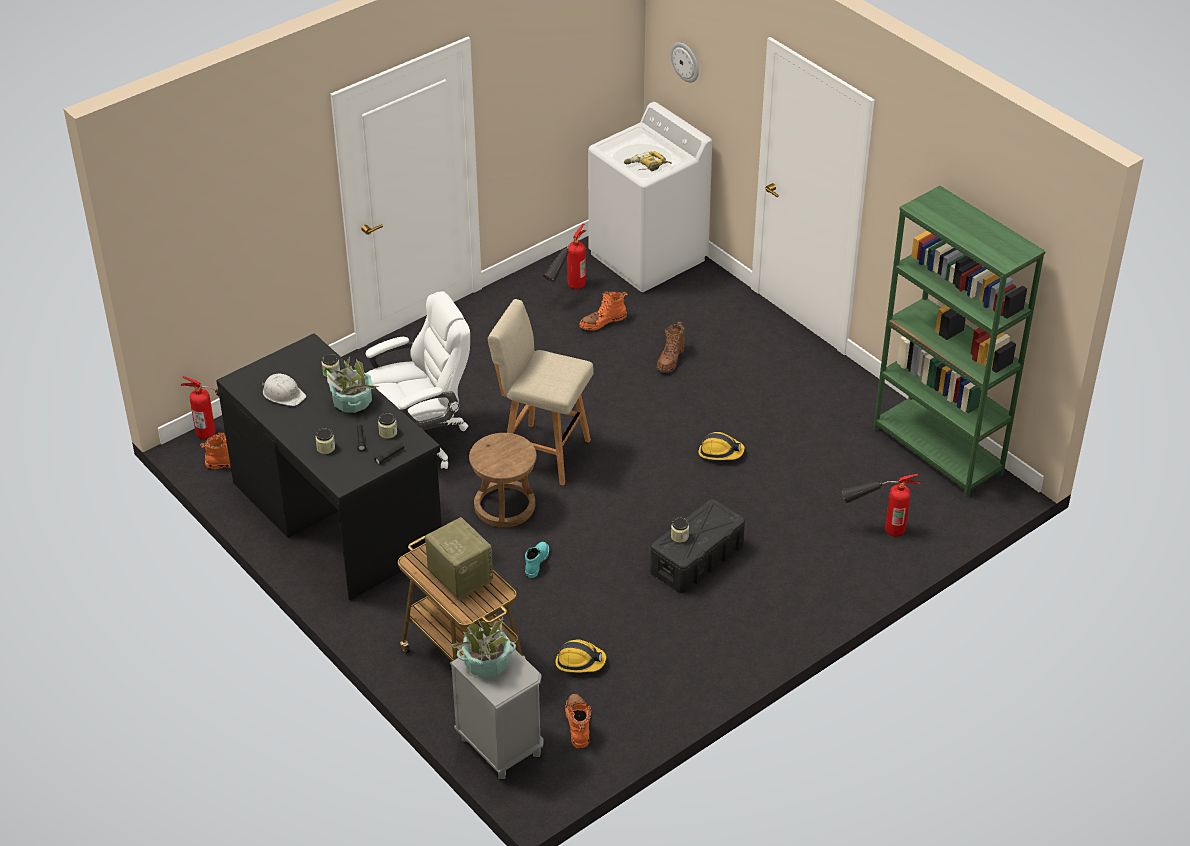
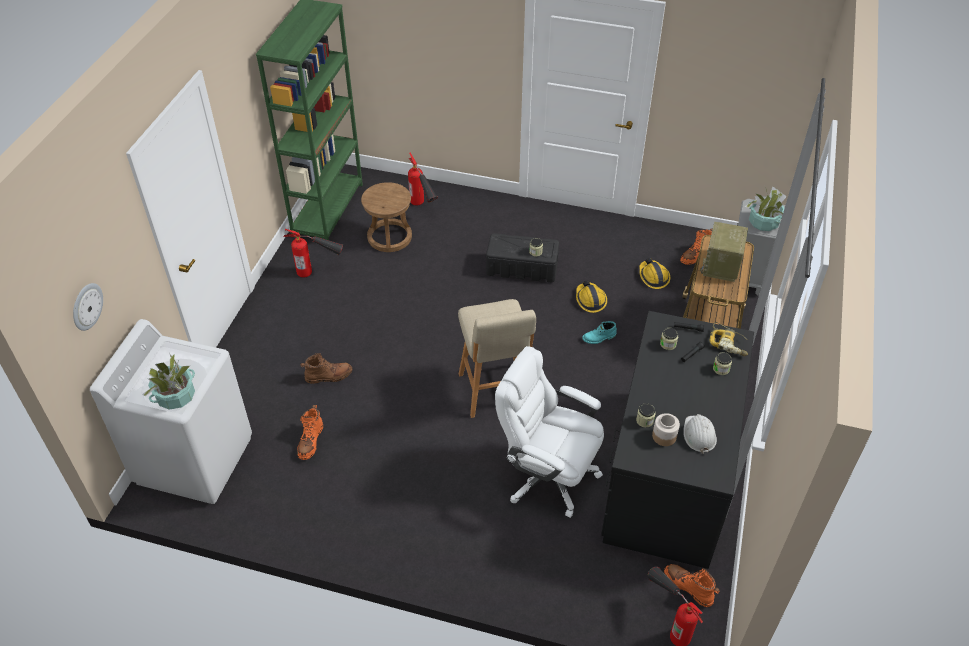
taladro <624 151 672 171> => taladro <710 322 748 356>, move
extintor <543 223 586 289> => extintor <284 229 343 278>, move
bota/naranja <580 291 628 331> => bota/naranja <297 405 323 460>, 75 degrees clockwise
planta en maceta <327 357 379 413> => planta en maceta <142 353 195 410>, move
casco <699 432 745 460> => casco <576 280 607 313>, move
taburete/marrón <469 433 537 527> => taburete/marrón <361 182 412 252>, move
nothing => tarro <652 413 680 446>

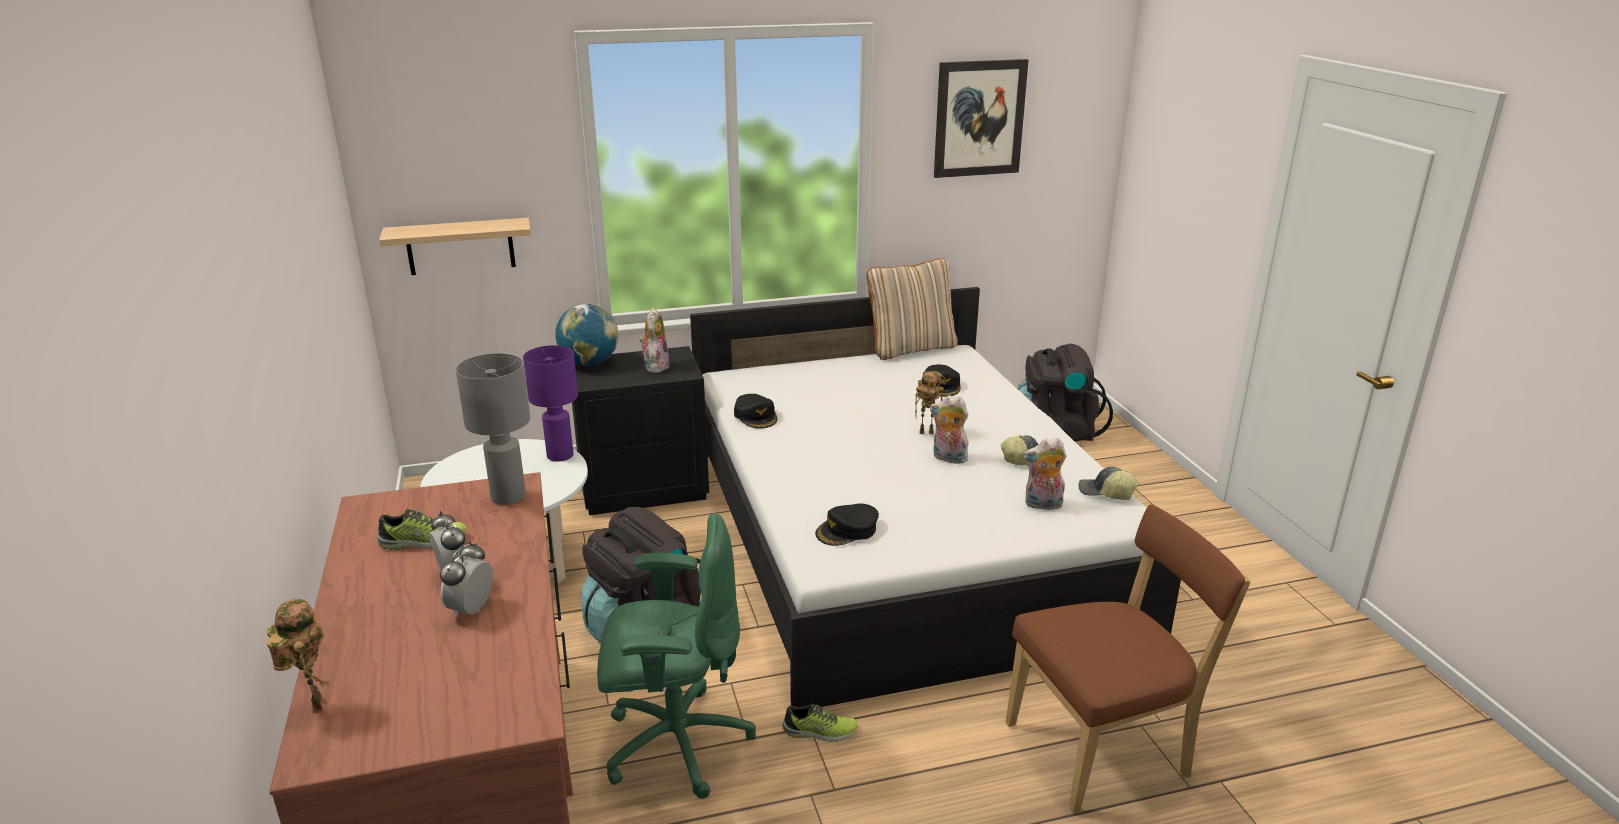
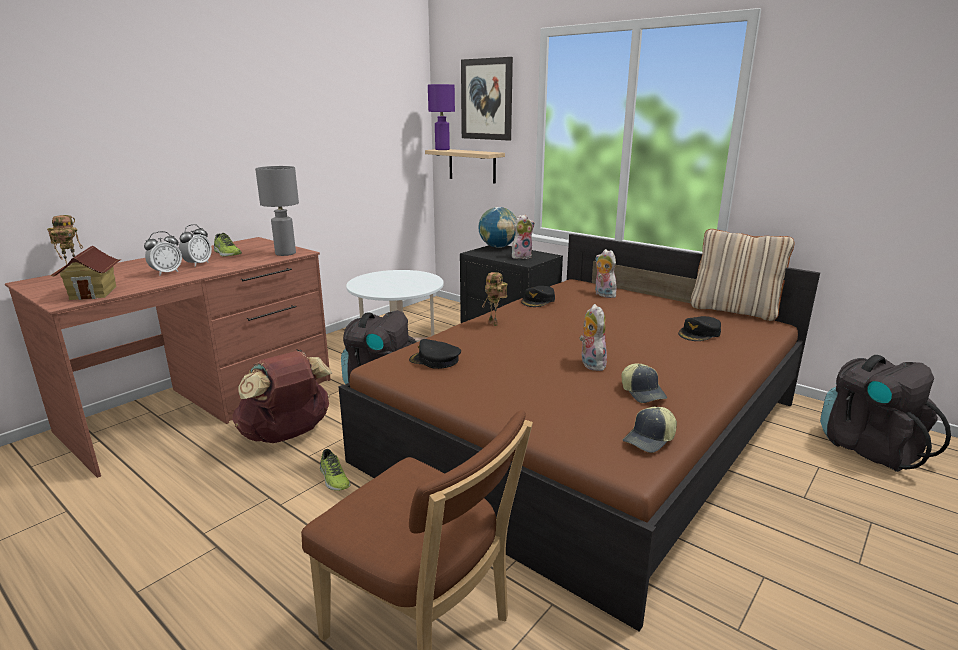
cuadro <934 59 1028 178> => cuadro <461 57 513 141>, move
cama/blanco <690 287 1181 707> => cama/marrón <338 234 820 631>
lámpara de mesa/morado <523 345 578 462> => lámpara de mesa/morado <428 84 455 150>, move
robot de juguete <915 371 945 434> => robot de juguete <482 272 507 326>, move
peluche <1023 438 1067 510> => peluche <595 249 619 298>, move
gorra <1078 467 1139 500> => gorra <623 407 677 453>, 120 degrees counterclockwise
silla de oficina/verde <597 513 756 799> => mochila/marrón <232 351 332 443>
despertador <440 542 493 618> => despertador <144 231 182 276>, 150 degrees clockwise
nothing => casita <50 246 121 300>

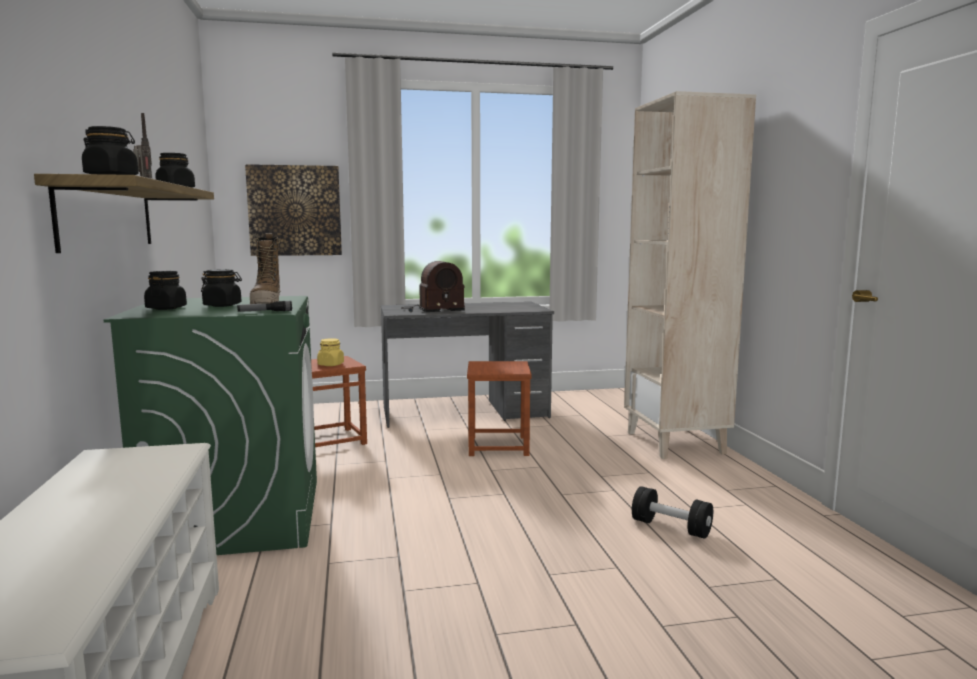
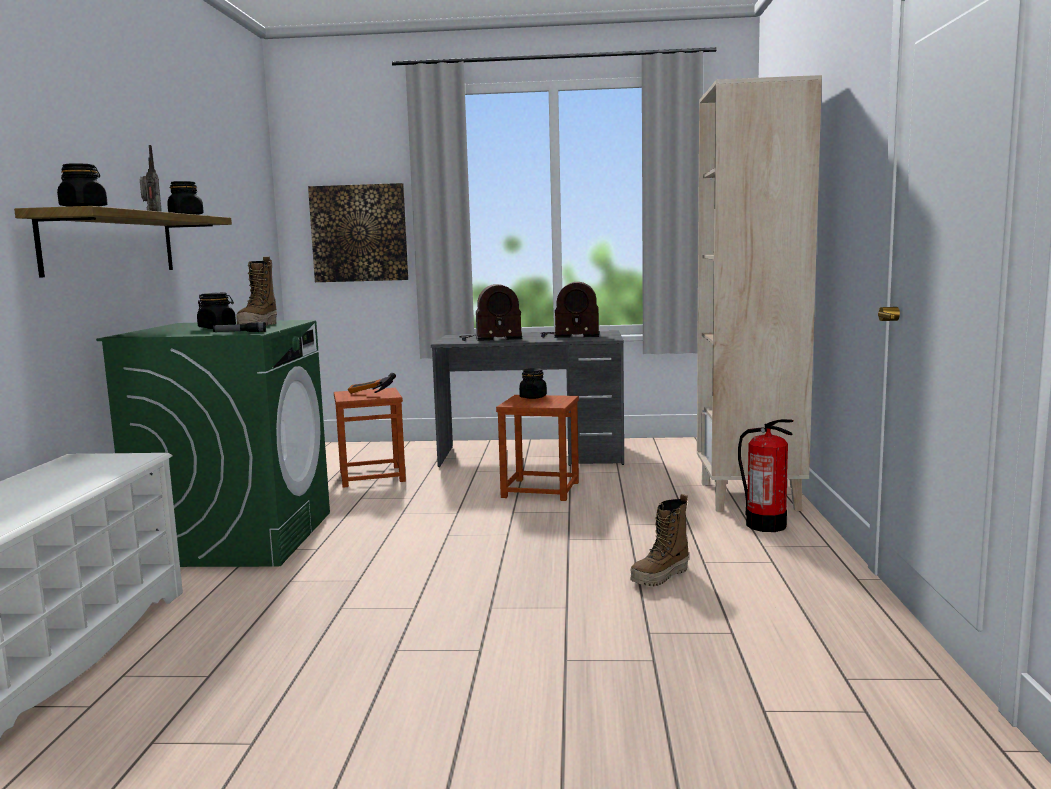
tarro/negro <144 271 187 310> => tarro/negro <519 368 547 399>, move
tarro/amarillo <317 338 344 366> => martillo <348 373 396 394>
mancuerna/negro <632 486 713 539> => bota <630 494 689 586>
nothing => radio <541 282 599 338>
nothing => extintor <738 419 793 532>

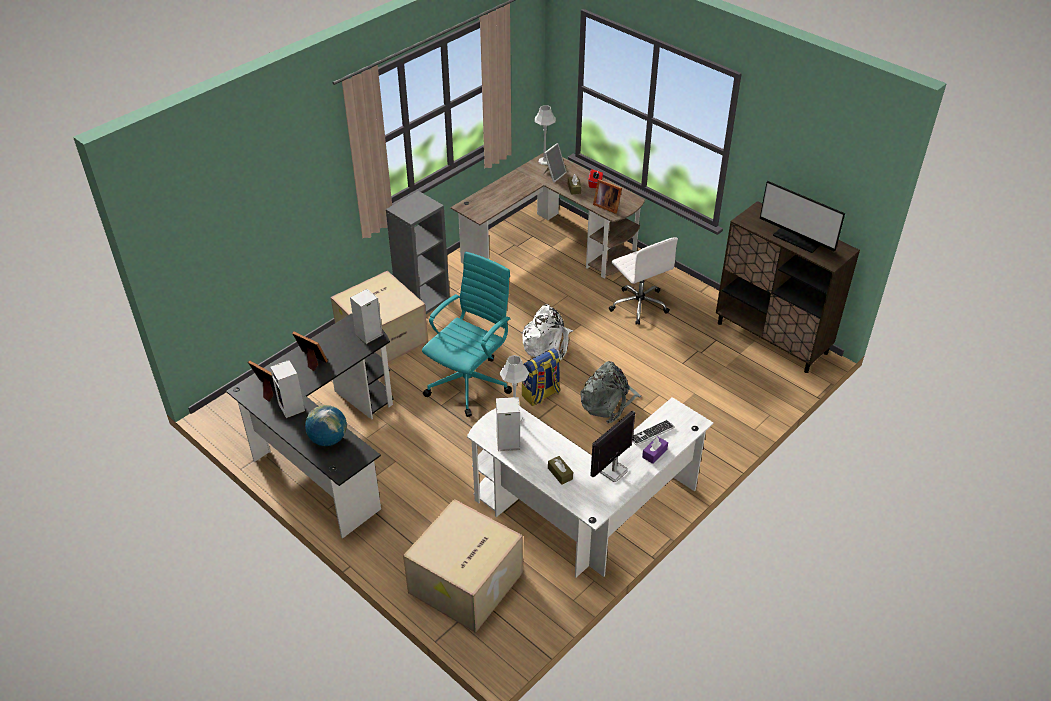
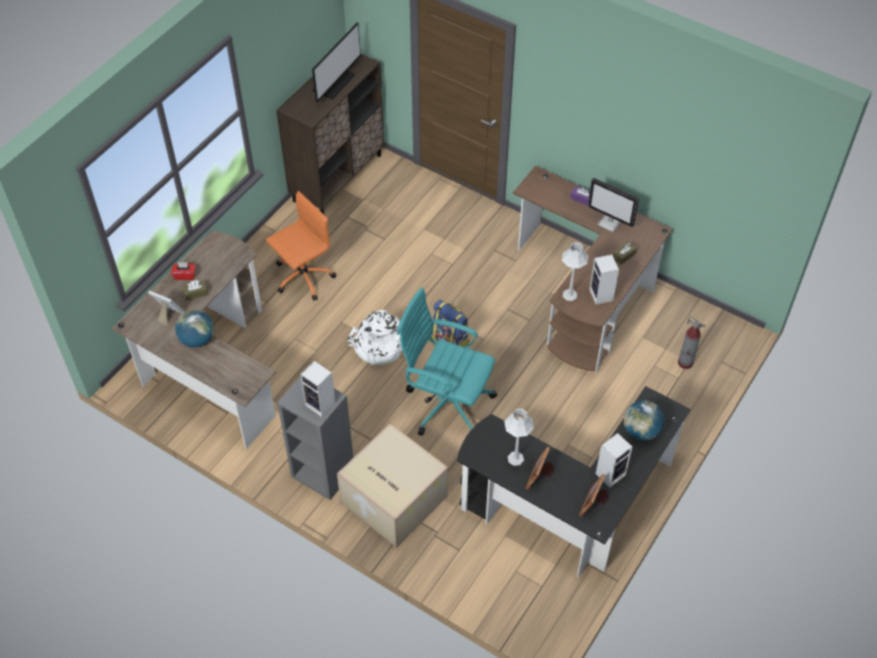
lámpara de mesa/gris <535 105 556 165> => lámpara de mesa/gris <504 409 534 466>, move
portarretratos <593 179 622 214> => nothing
silla de oficina/blanco <609 237 678 325> => silla de oficina/naranja <266 191 336 301>
altavoz <350 289 383 344> => altavoz <300 361 336 417>, move
mochila/gris <580 361 642 423> => nothing
escritorio/blanco <467 397 713 578> => escritorio/marrón <513 166 673 373>
teclado <632 420 675 446> => nothing
caja de cartón <403 499 523 633> => extintor <678 316 706 369>
nothing => globo terráqueo <175 310 214 348>

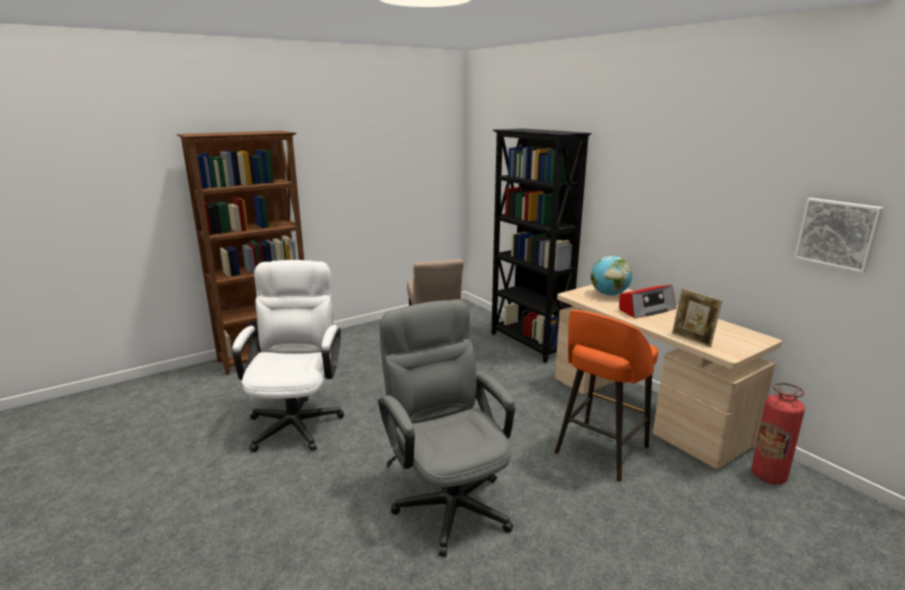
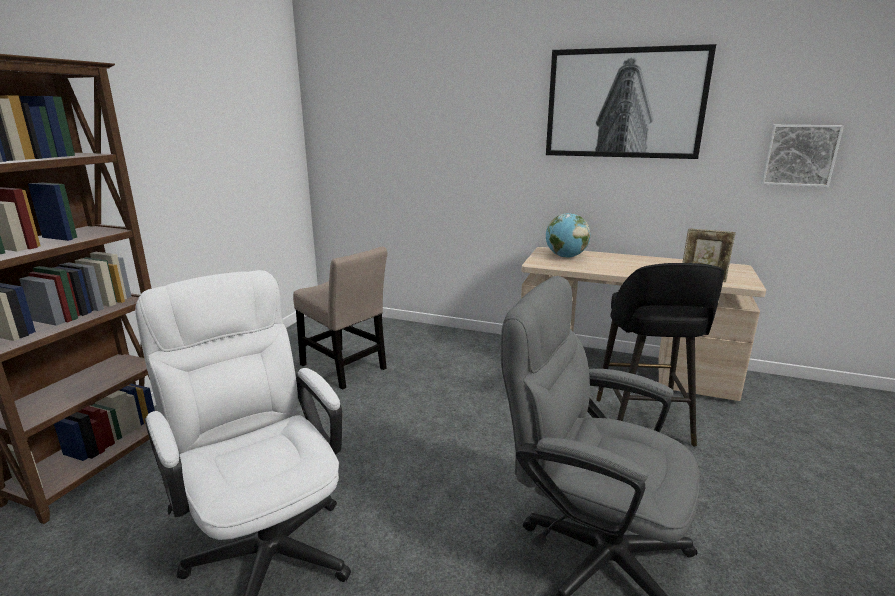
estantería/negro <491 129 591 363> => nothing
radio <619 285 676 318> => nothing
taburete/naranja <555 310 658 482> => taburete/negro <596 263 724 447>
extintor <751 382 805 484> => nothing
nothing => cuadro <546 44 716 159>

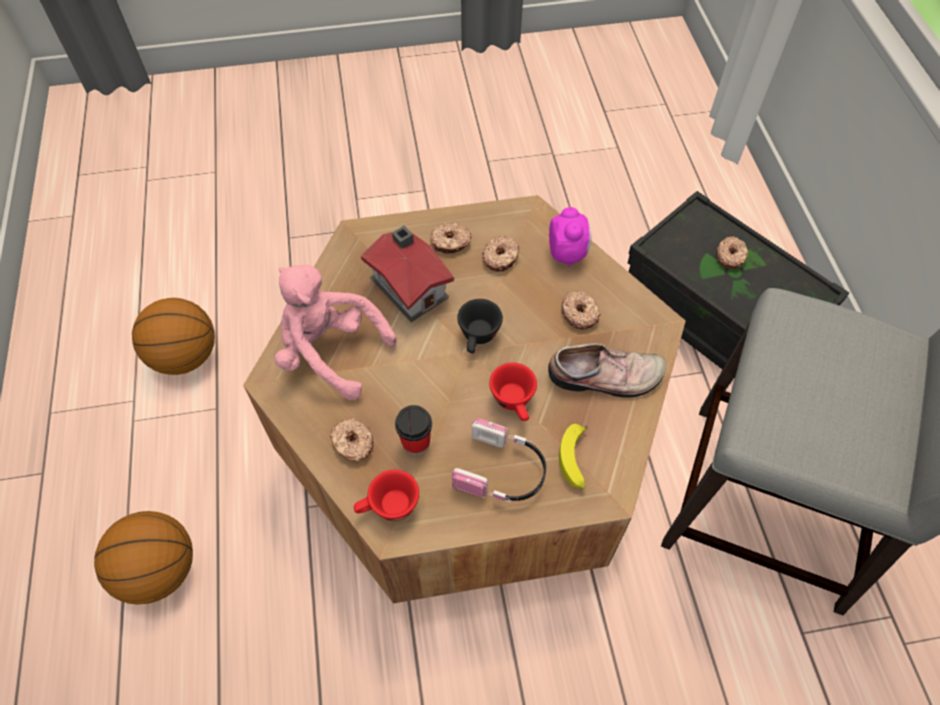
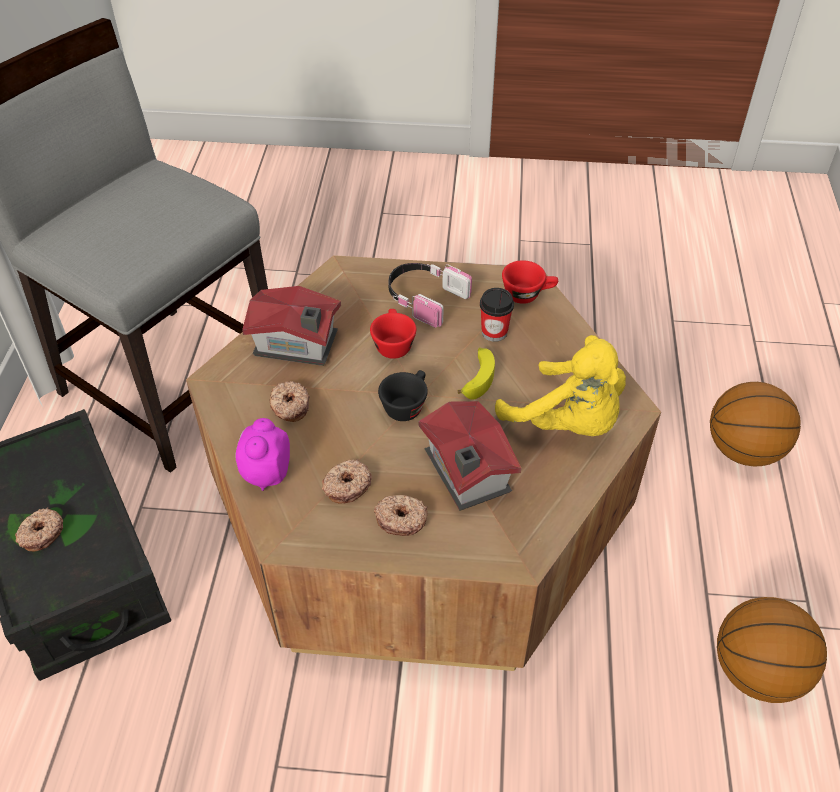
peluche/rosa <275 265 397 400> => peluche/amarillo <495 335 626 436>
zapato <548 343 666 398> => casita <242 286 341 366>
rosquilla <330 418 374 462> => nothing
plátano <559 424 588 489> => plátano <458 347 495 400>, move

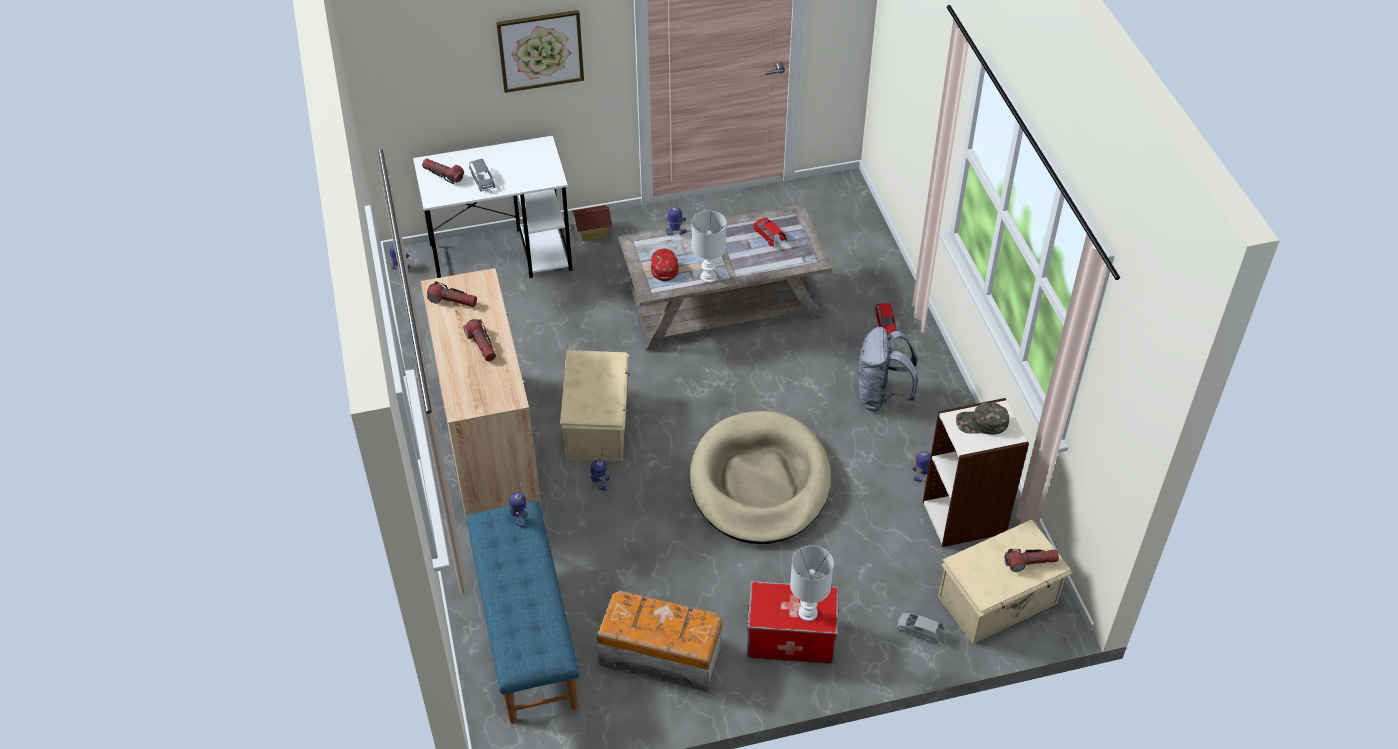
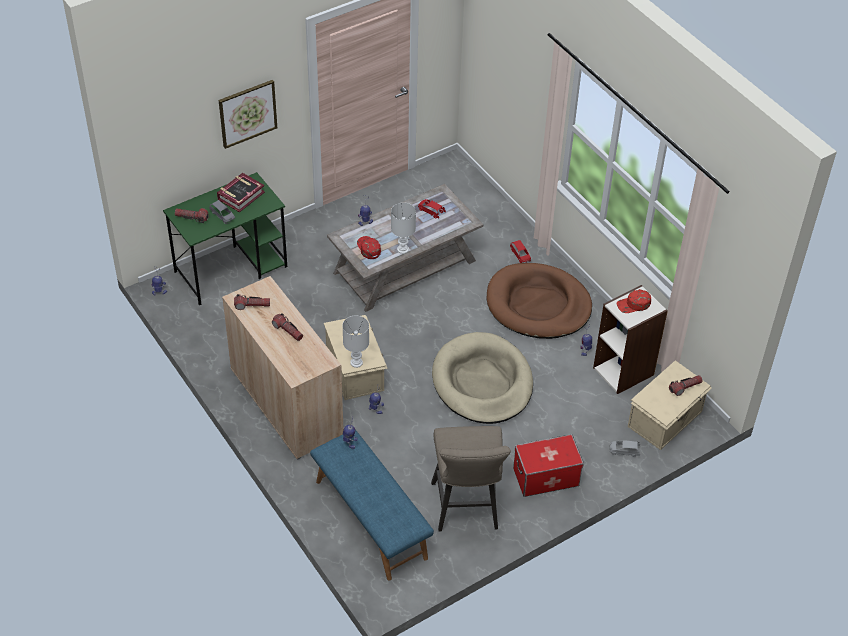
escritorio/blanco <413 136 573 278> => escritorio/verde <163 172 287 305>
casita <572 205 613 241> => nothing
mochila/gris <858 327 918 411> => cama para perro/marrón <487 263 592 339>
gorra/verde <956 403 1009 435> => gorra/rojo <617 289 651 313>
lámpara de mesa/blanco <790 546 834 621> => lámpara de mesa/blanco <342 316 369 368>, move
caja de almacenaje <597 591 722 692> => taburete/beis <431 426 511 531>
nothing => libro <217 173 265 212>

